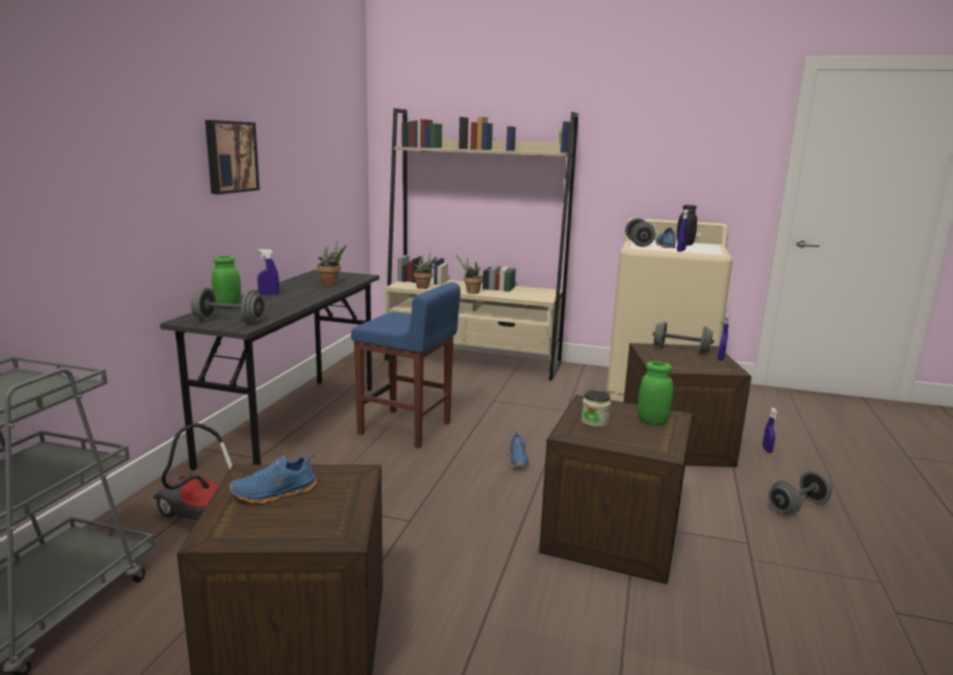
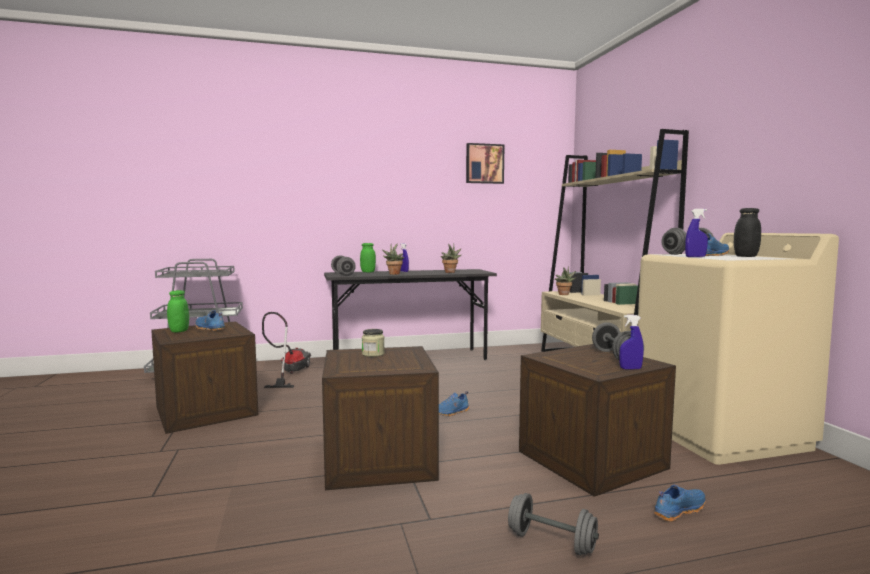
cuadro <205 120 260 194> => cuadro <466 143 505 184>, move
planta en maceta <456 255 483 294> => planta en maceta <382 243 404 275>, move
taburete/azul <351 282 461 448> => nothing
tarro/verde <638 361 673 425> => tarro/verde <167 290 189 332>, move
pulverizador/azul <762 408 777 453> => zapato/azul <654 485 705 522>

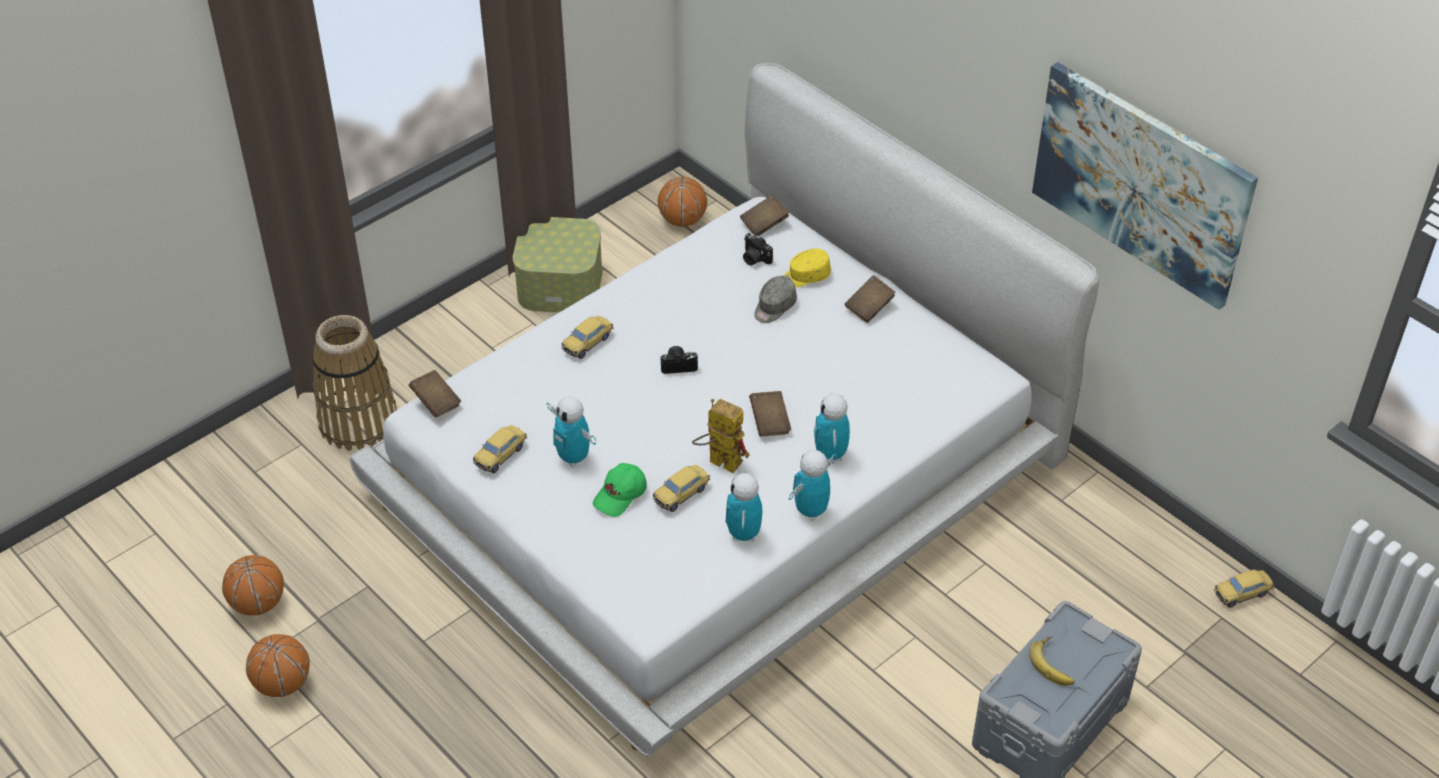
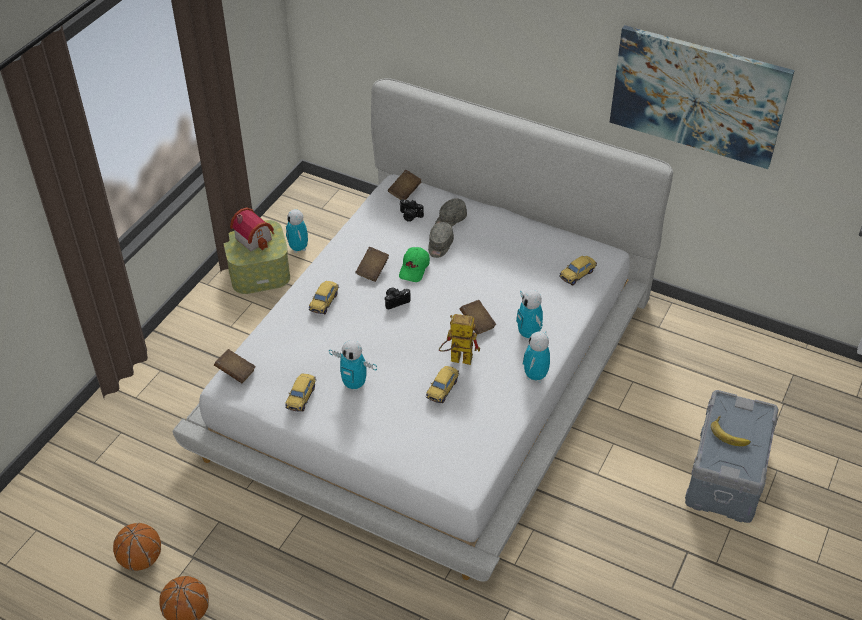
balón de baloncesto <658 177 707 227> => nothing
gorra/amarillo <783 249 831 287> => gorra/gris <435 198 467 227>
libro/marrón <845 275 895 323> => libro/marrón <356 247 389 282>, move
cesta <312 315 397 451> => nothing
gorra/verde <592 463 647 517> => gorra/verde <399 247 430 282>, move
robot de juguete <726 470 763 542> => robot de juguete <286 209 308 253>, move
coche de juguete <1214 570 1274 608> => coche de juguete <559 256 597 285>, move
nothing => casita <230 207 274 251>

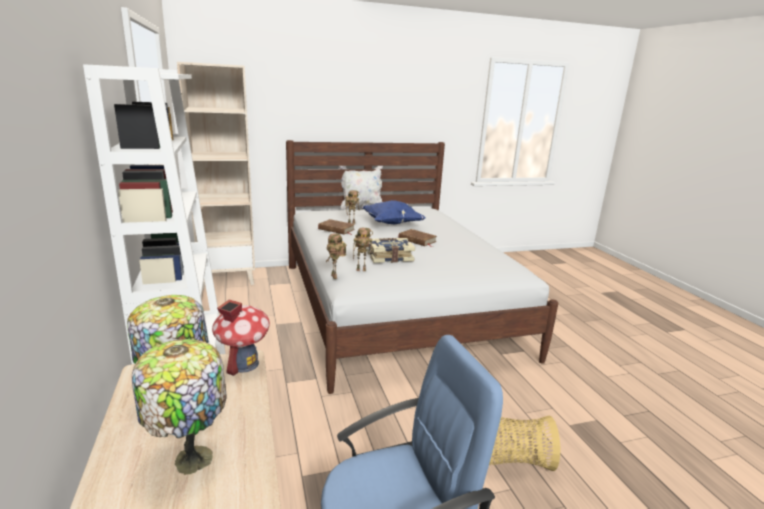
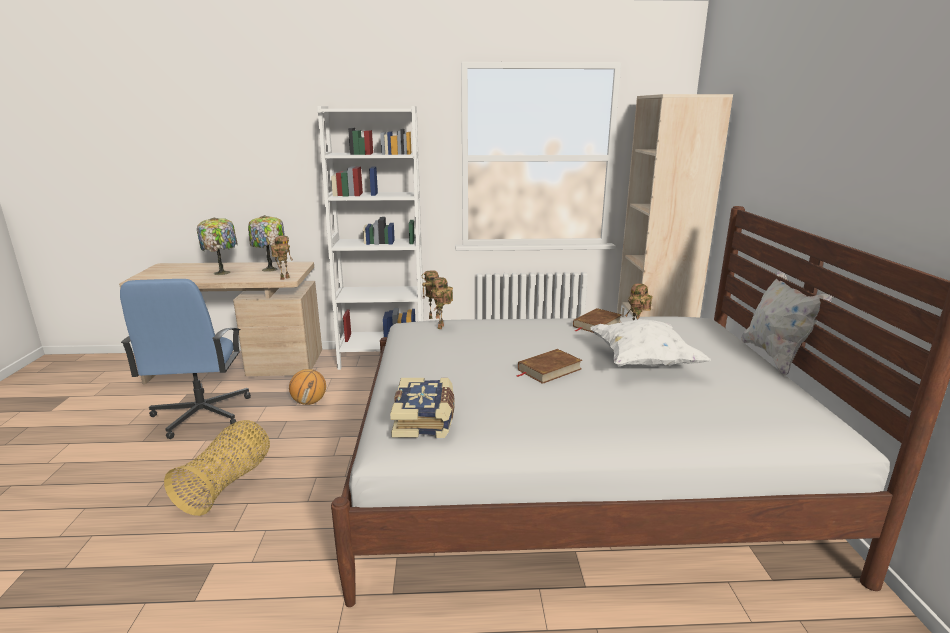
cojín/azul <361 200 426 224> => cojín/blanco <590 319 712 367>
libro <367 238 415 263> => libro <390 378 455 438>, move
casita <212 299 270 376> => robot de juguete <271 236 293 280>
nothing => balón de baloncesto <289 369 326 405>

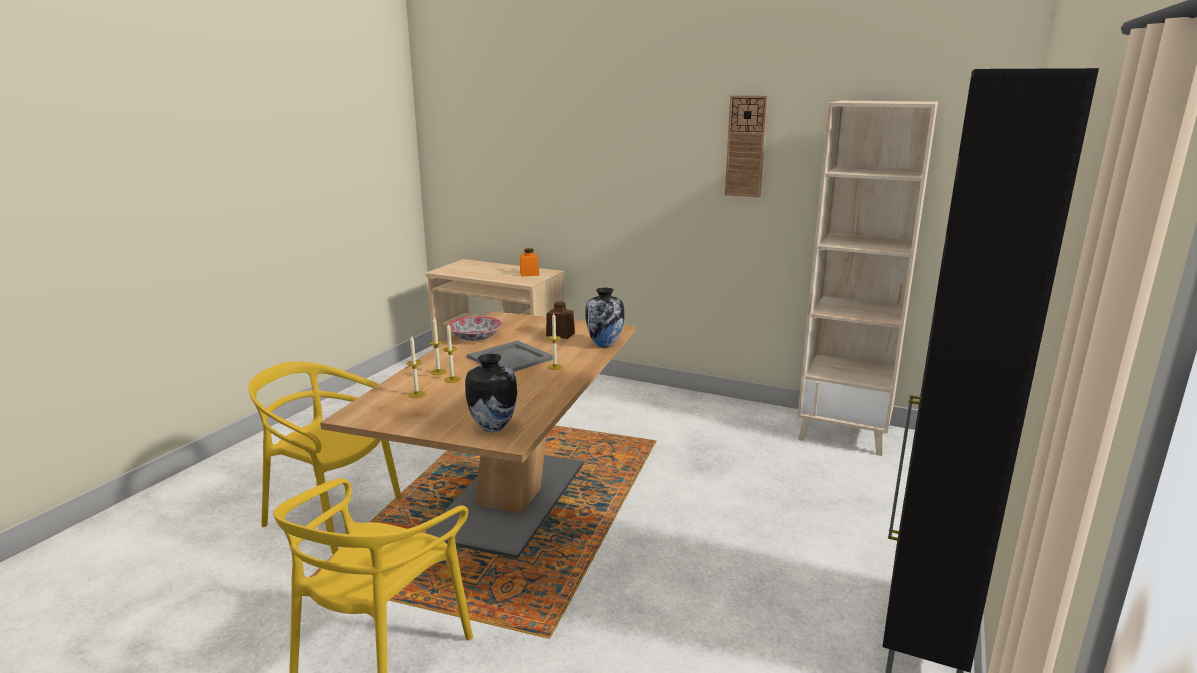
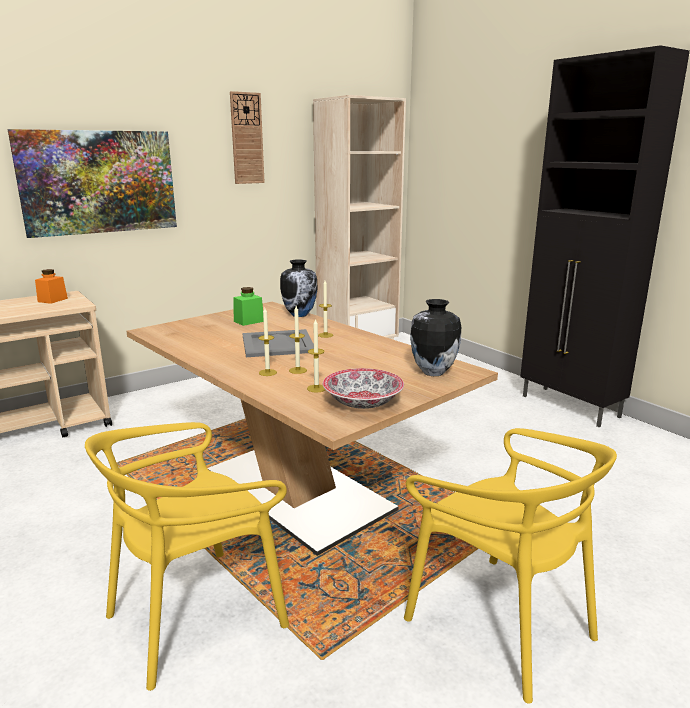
tarro/marrón <546 302 575 339> => tarro/verde <233 287 264 326>
cuenco <447 316 502 341> => cuenco <323 368 404 409>, move
nothing => cuadro <8 129 177 238>

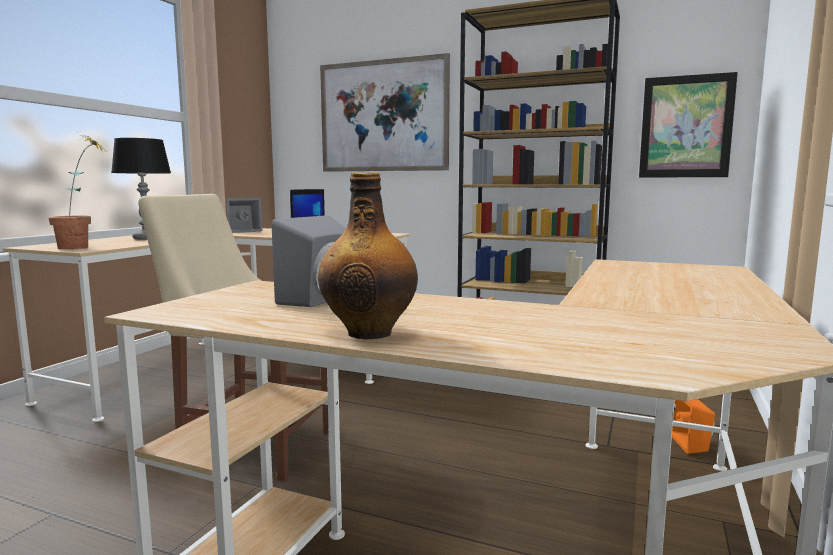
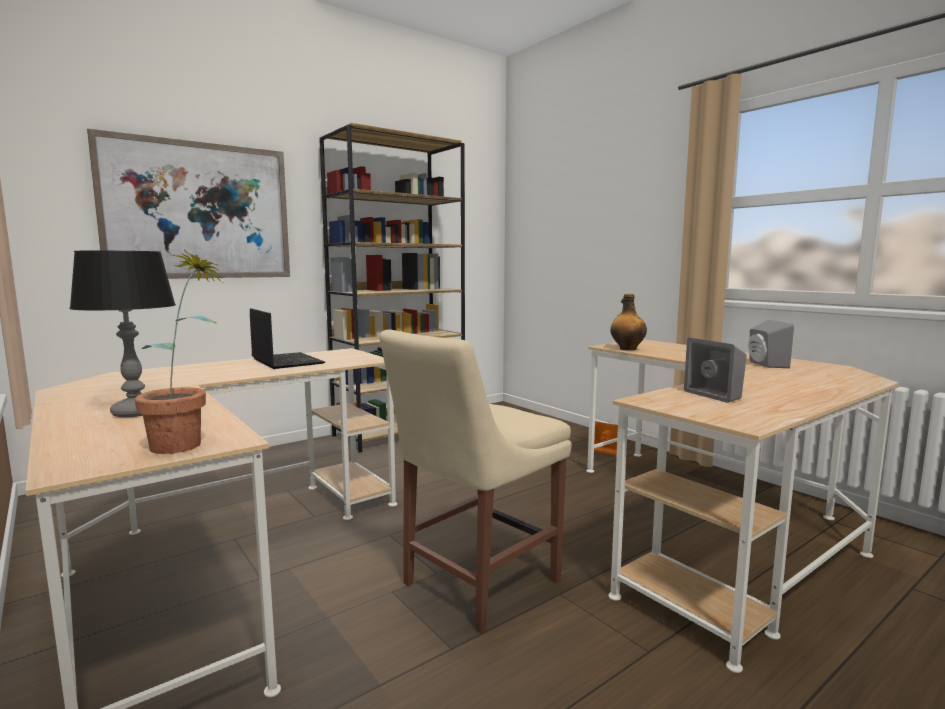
cuadro <639 72 738 178> => nothing
botella <318 172 418 339> => botella <610 294 647 351>, move
altavoz/gris <227 198 262 233> => altavoz/gris <748 320 794 368>, move

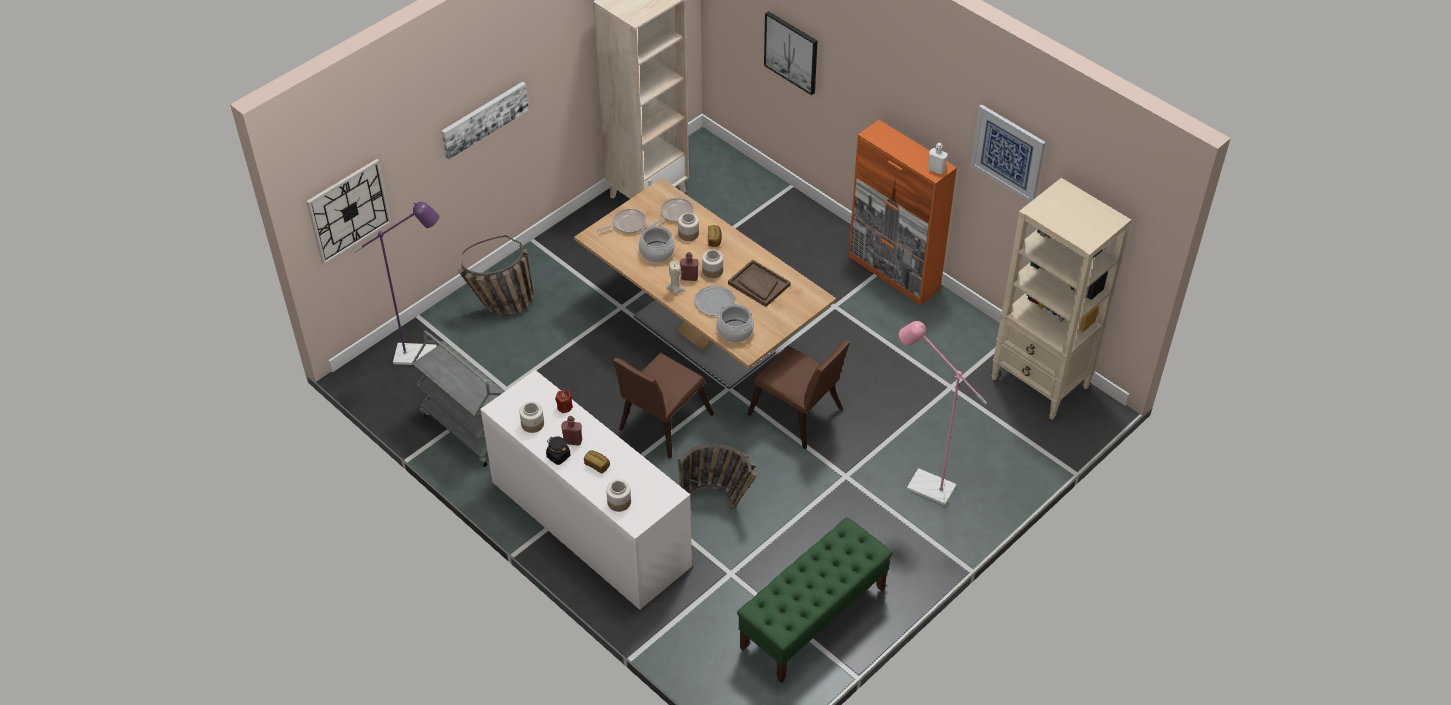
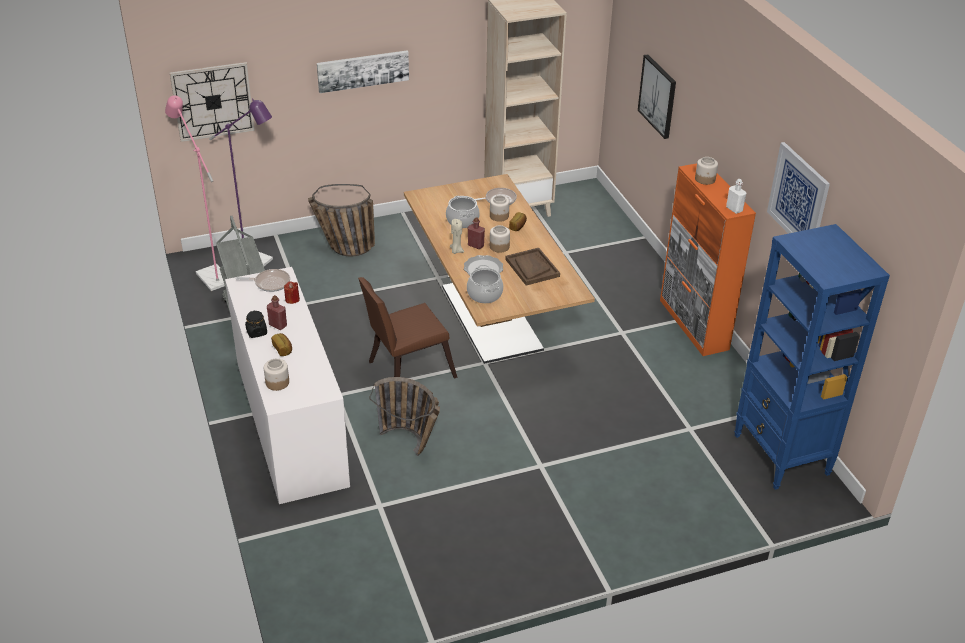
estantería/beis <991 178 1131 420> => estantería/azul <734 224 890 490>
sartén <597 209 646 234> => sartén <236 269 290 292>, move
lámpara de pie/rosa <899 321 987 506> => lámpara de pie/rosa <165 95 225 291>, move
silla/marrón <747 340 850 449> => nothing
tarro <520 402 544 433> => tarro <695 157 718 185>, move
banco/verde <737 517 893 683> => nothing

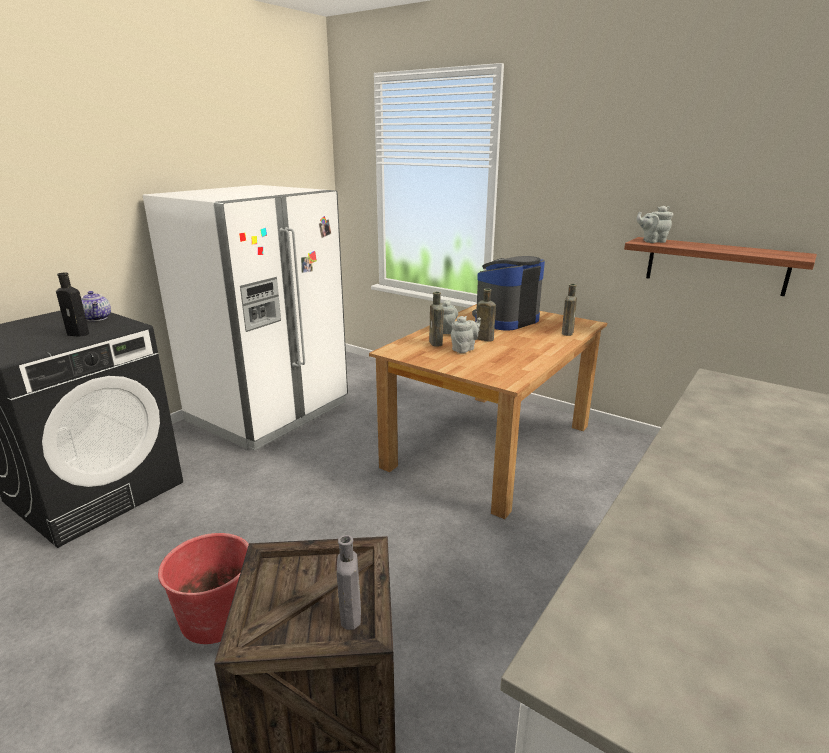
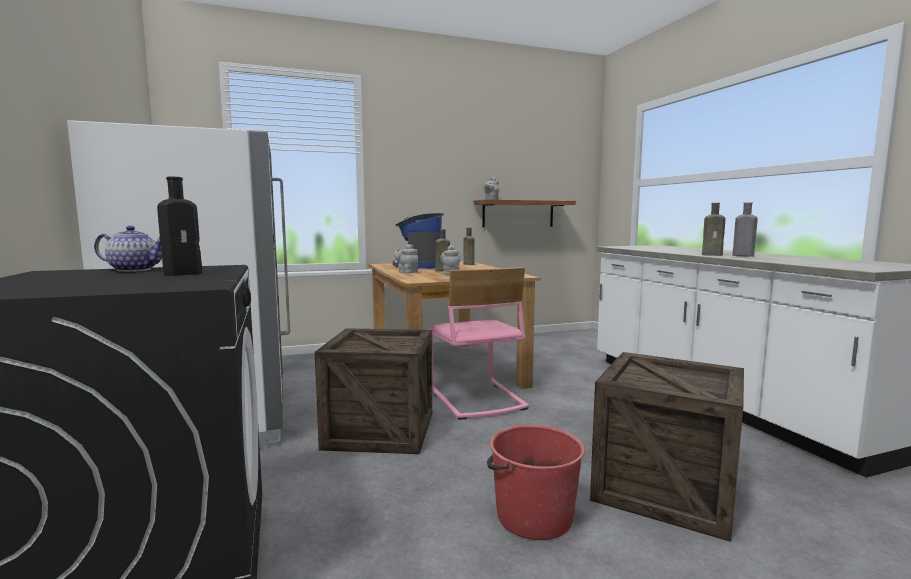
botella/marrón <429 292 444 347> => botella/marrón <702 203 725 256>, move
botella/gris <337 535 361 630> => botella/gris <732 202 758 257>, move
nothing => silla/rosa <429 267 529 420>
nothing => caja de embalaje <315 328 432 454>

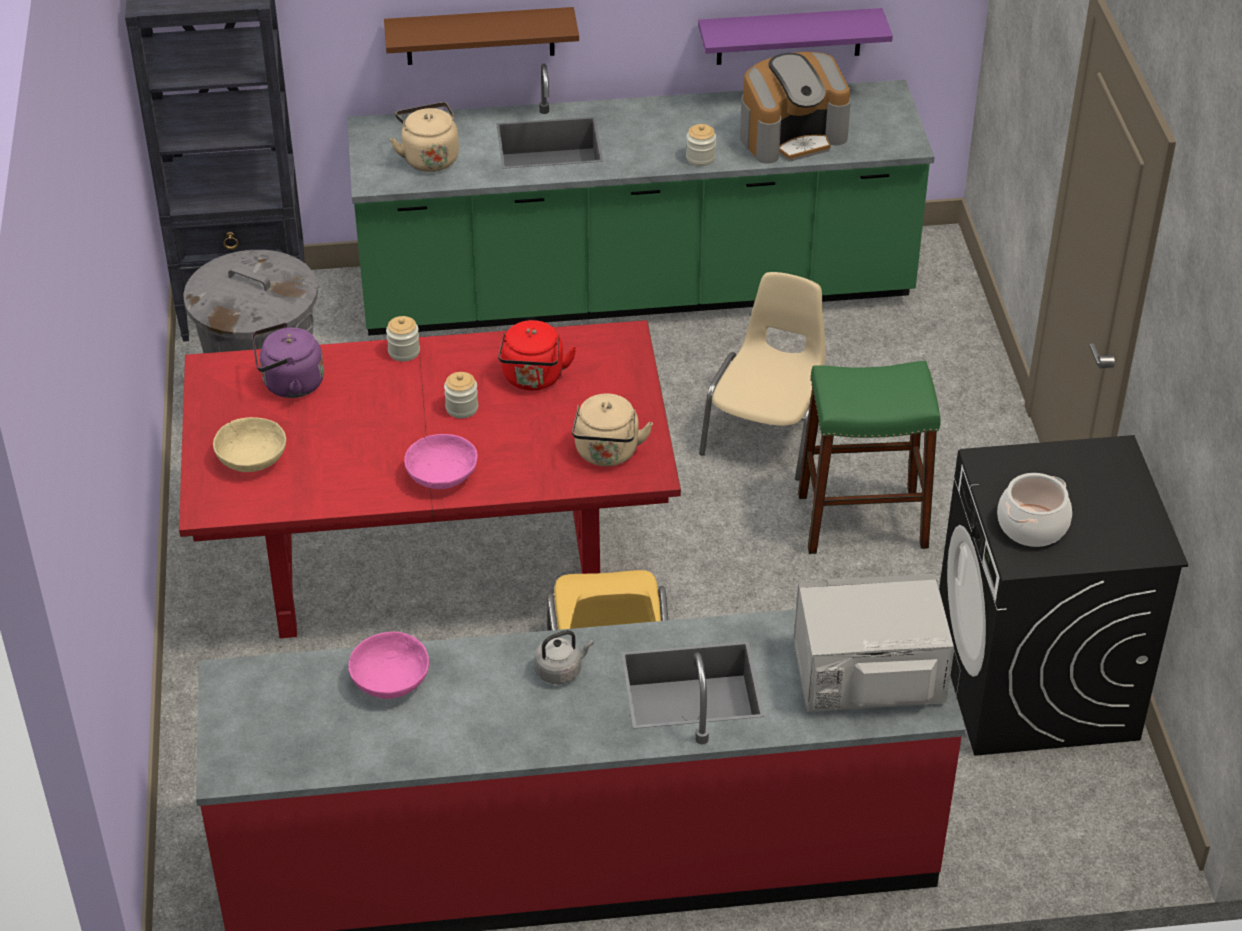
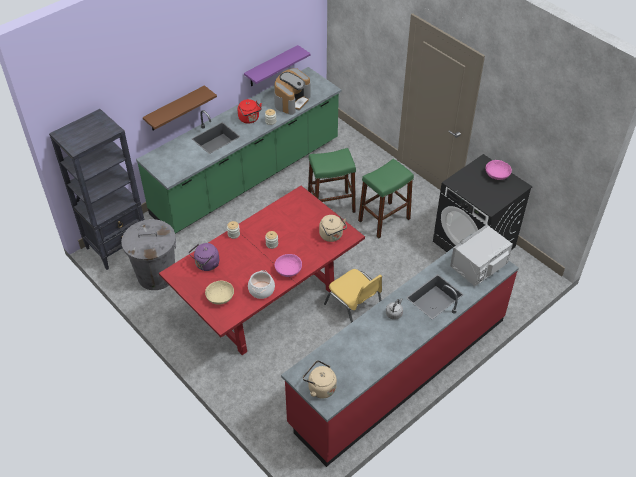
hervidor/beis <390 102 459 172> => hervidor/beis <303 360 337 399>, move
silla/beis <699 272 826 481> => taburete/verde <308 148 356 213>
hervidor/rojo <498 320 577 390> => hervidor/rojo <238 99 262 124>, move
olla <997 473 1072 547> => olla <248 270 275 299>, move
cuenco/rosa <348 631 429 699> => cuenco/rosa <486 160 512 180>, move

